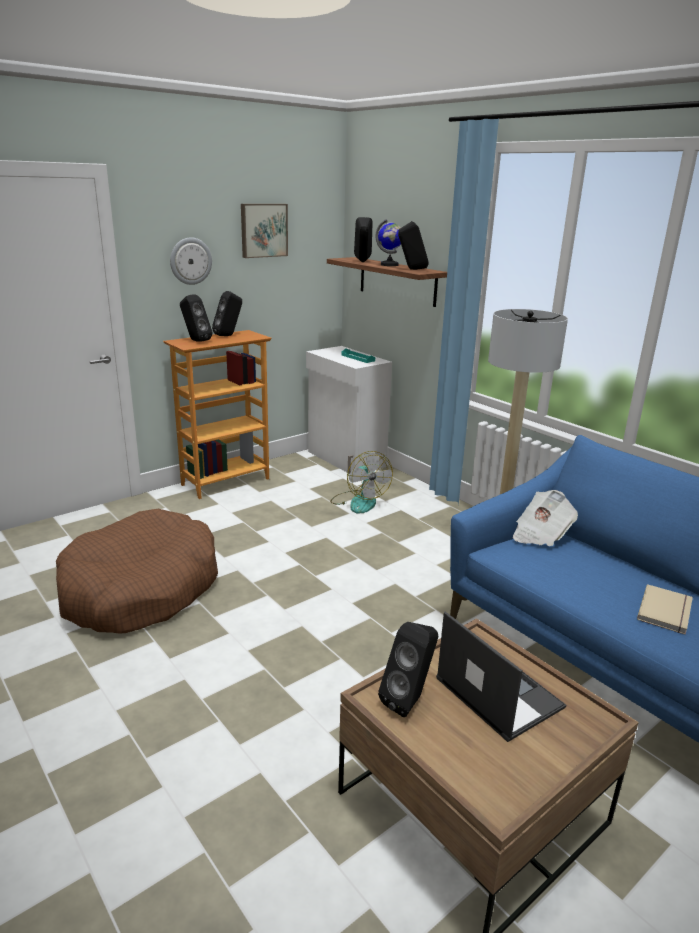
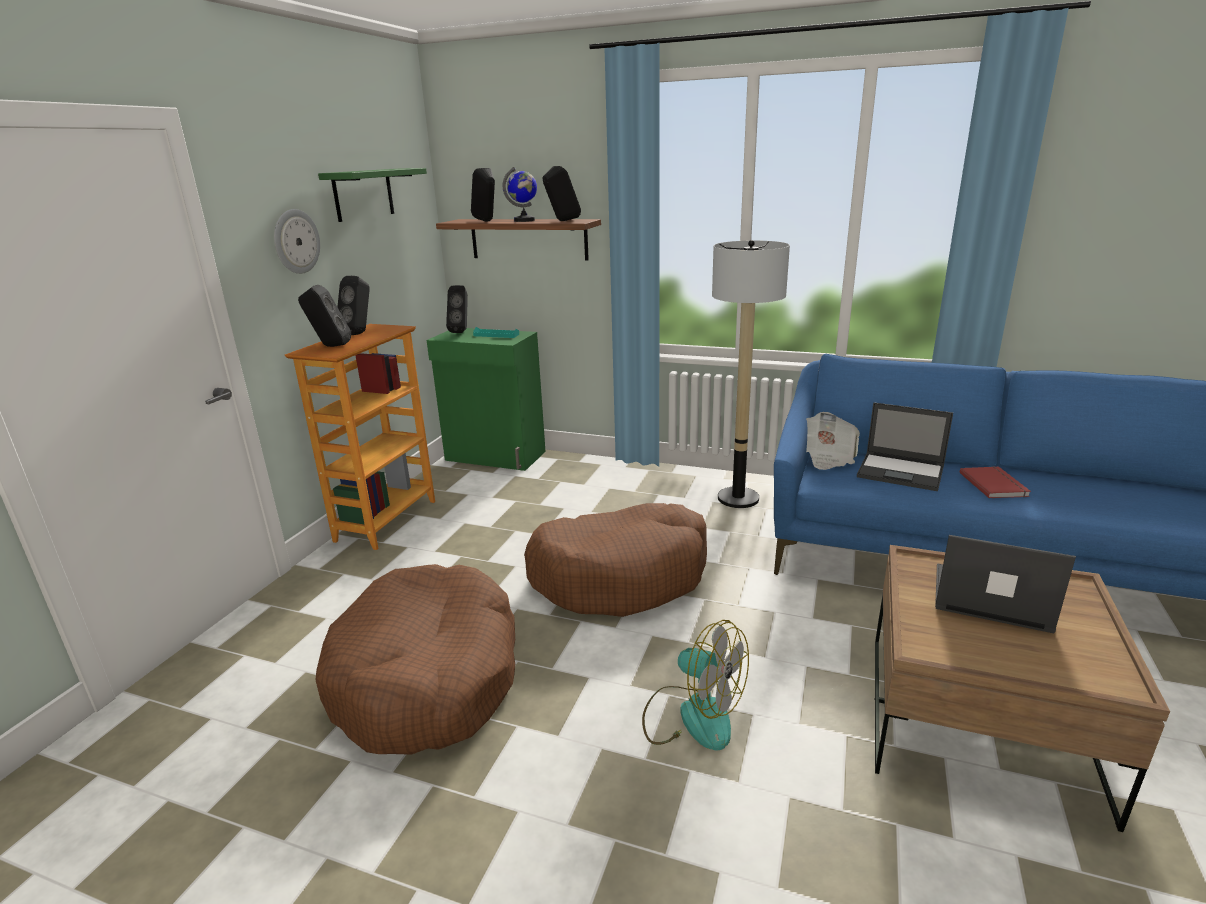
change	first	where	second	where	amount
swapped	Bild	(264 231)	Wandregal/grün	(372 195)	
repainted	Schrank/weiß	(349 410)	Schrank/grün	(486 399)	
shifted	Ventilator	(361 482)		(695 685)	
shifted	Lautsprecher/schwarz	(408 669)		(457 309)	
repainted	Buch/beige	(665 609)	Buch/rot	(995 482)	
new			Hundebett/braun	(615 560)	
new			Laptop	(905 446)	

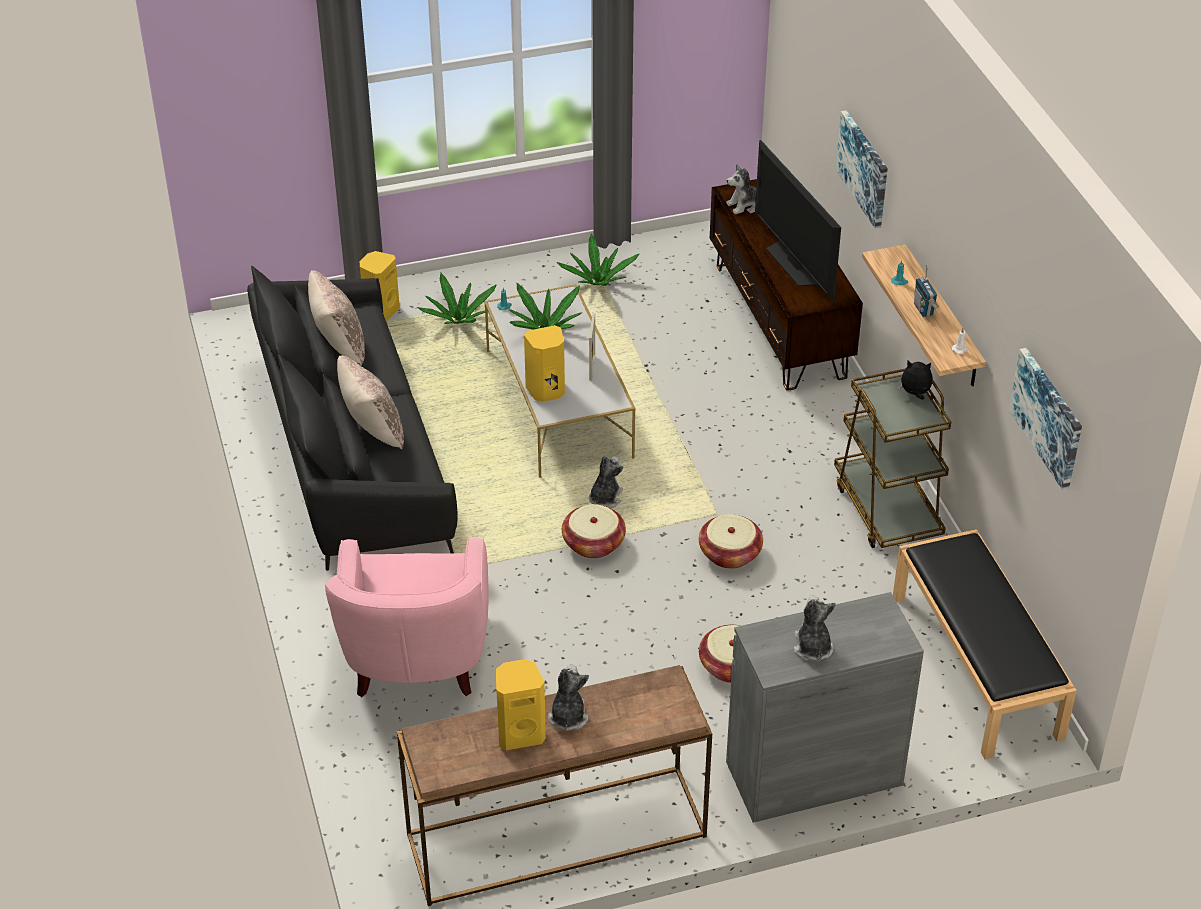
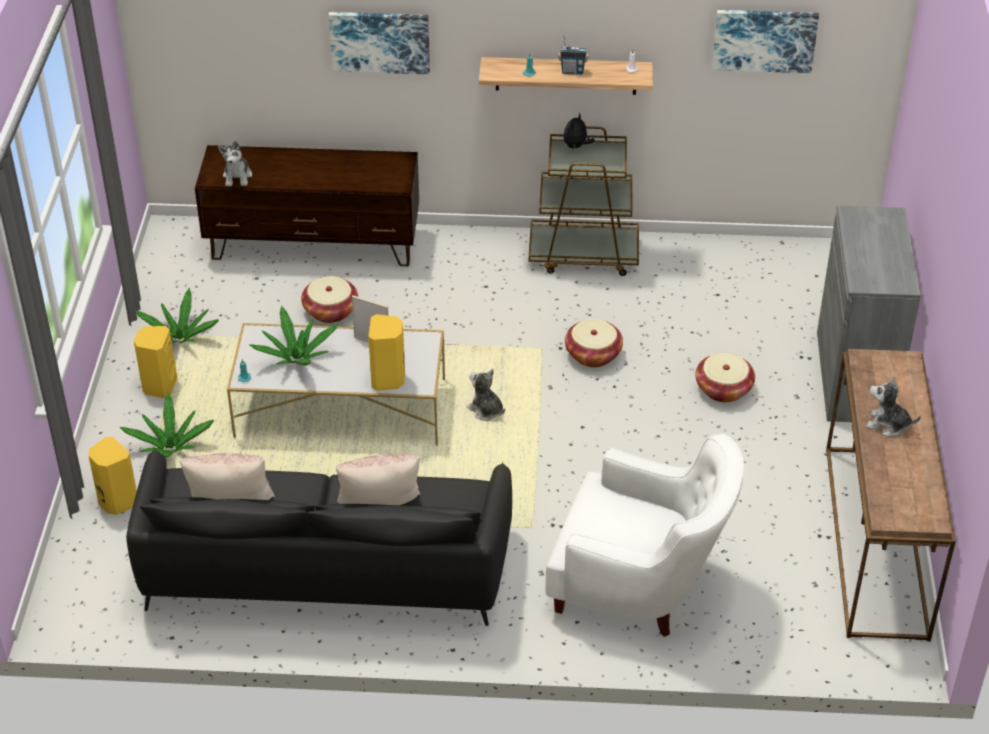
change	first	where	second	where	amount
repainted	Sessel/rosa	(407 617)	Sessel/weiß	(644 535)	
shifted	Lautsprecher/gelb	(520 704)		(155 362)	
shifted	Korb	(594 531)		(329 299)	
gone	Fernseher	(798 220)			
gone	Plüschtier	(814 628)			
gone	Bank/schwarz	(985 644)			

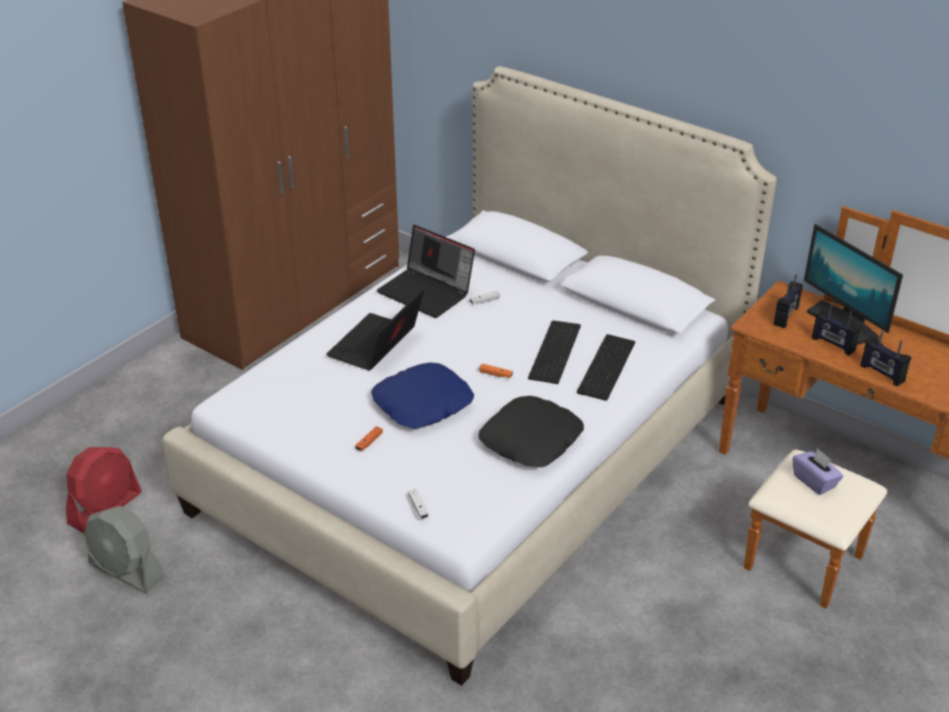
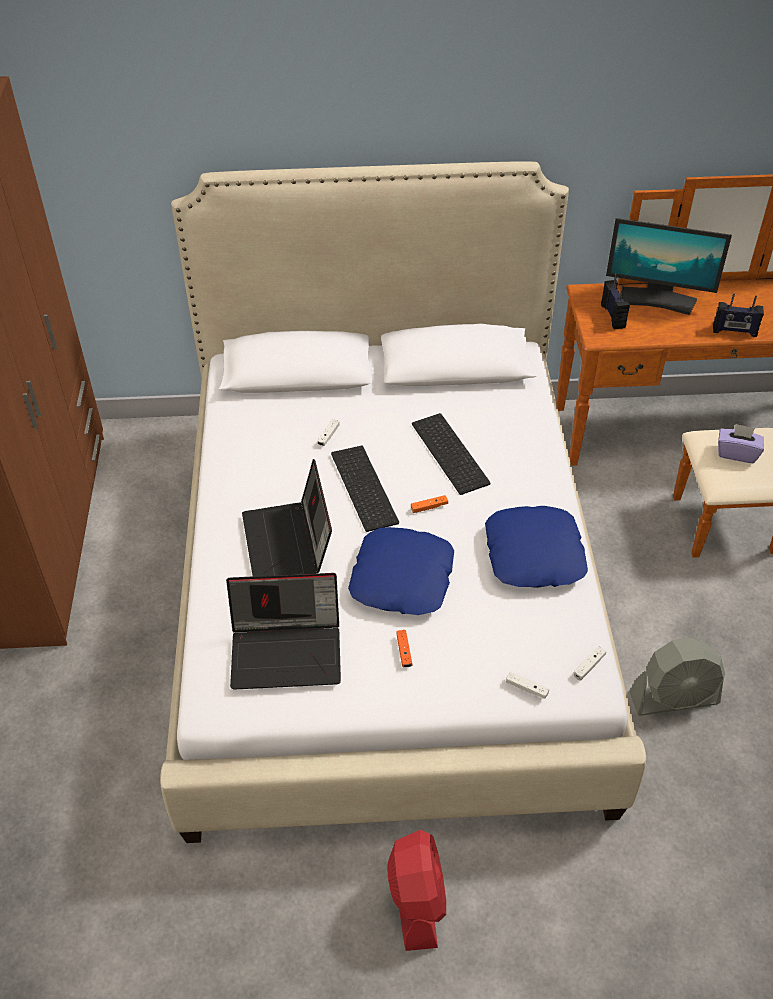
change	first	where	second	where	amount
shifted	Ventilator/rot	(104 490)		(416 890)	
shifted	Ventilator/grau	(124 549)		(677 677)	
shifted	Laptop	(426 271)		(283 631)	
repainted	Kissen/schwarz	(531 431)	Kissen/blau	(536 547)	
shifted	Tastatur	(606 367)		(365 489)	
gone	Radio	(836 329)			
new			Gamepad/weiß	(589 663)	

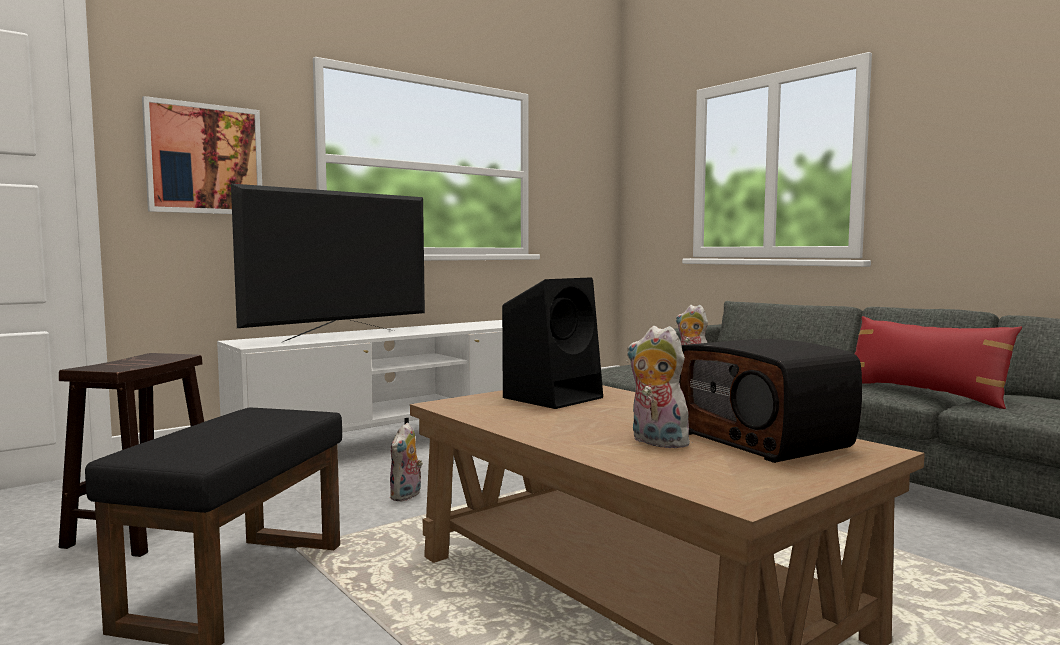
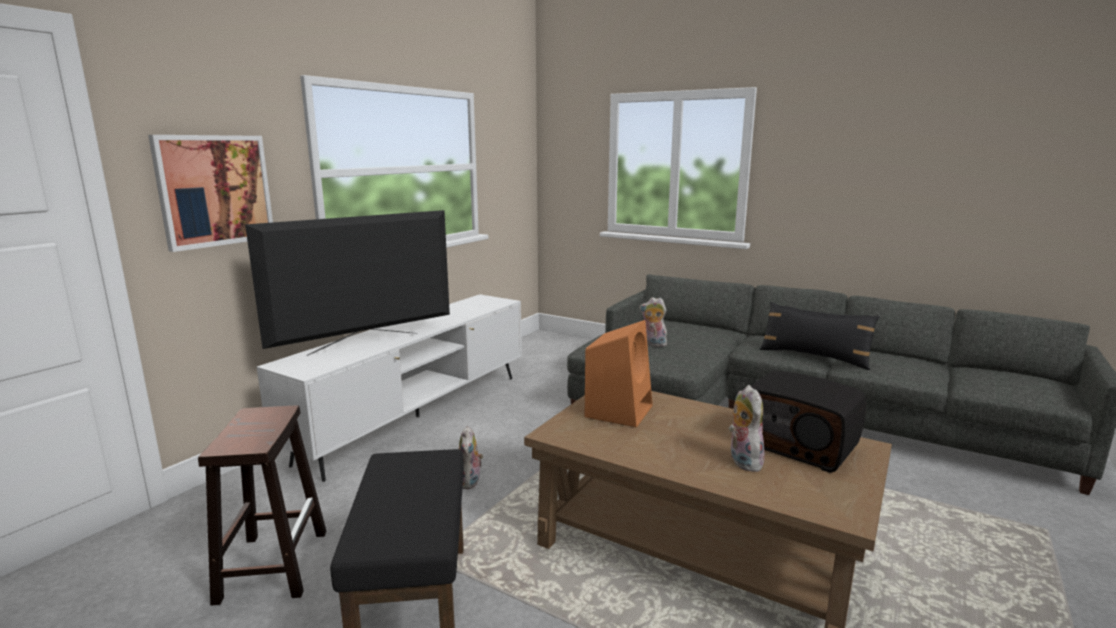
change	first	where	second	where	amount
rotated	Fernseher	(328 263)		(347 283)	150 degrees counterclockwise
repainted	Lautsprecher/schwarz	(552 343)	Lautsprecher/orange	(619 373)	
rotated	Plüschtier	(661 387)		(747 428)	60 degrees clockwise
repainted	Kissen/rot	(938 362)	Kissen/schwarz	(819 336)	

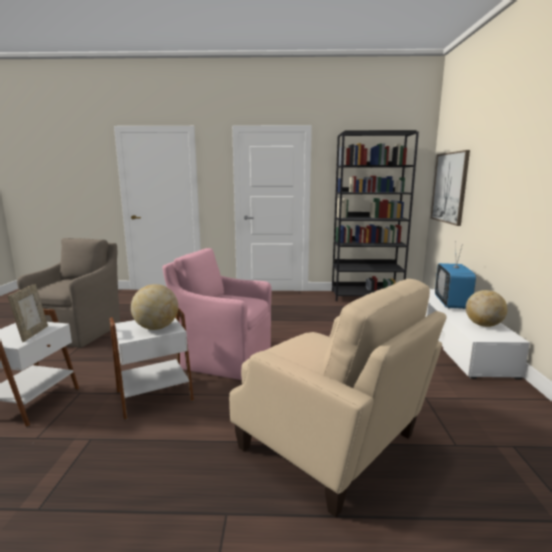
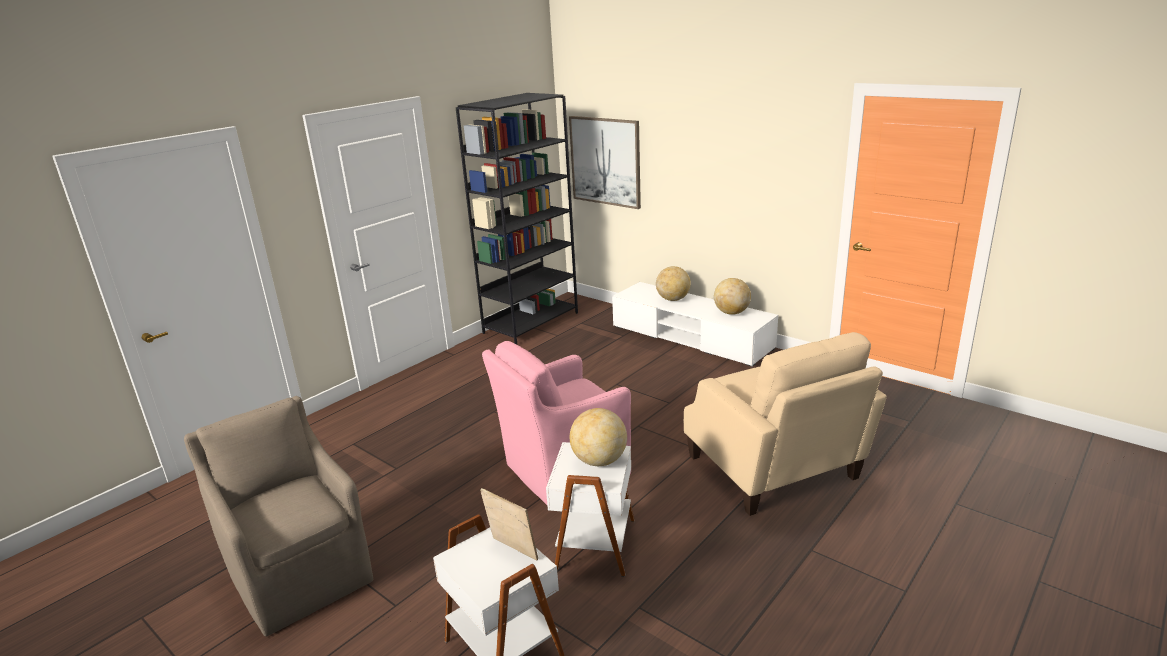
change	first	where	second	where	amount
rotated	Sessel/beige	(338 398)		(785 424)	75 degrees clockwise
swapped	Fernseher	(455 275)	Globus	(673 283)	

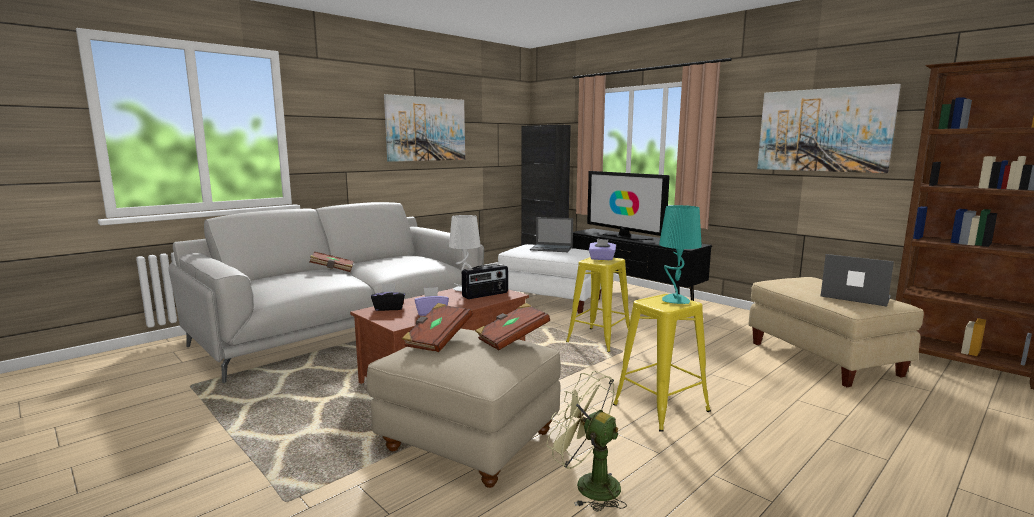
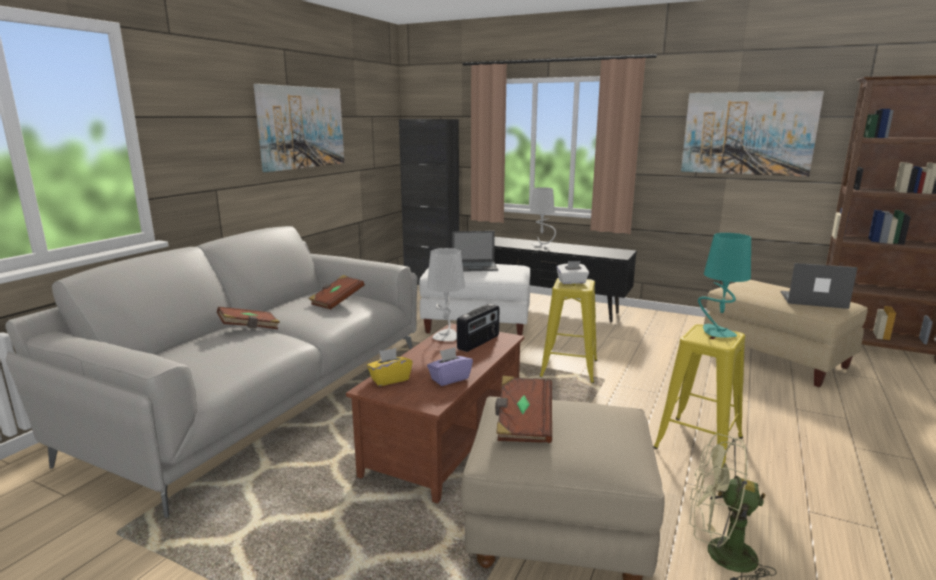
change	first	where	second	where	amount
repainted	Taschentuchbox/schwarz	(388 297)	Taschentuchbox/gelb	(390 367)	
shifted	Buch/braun	(512 327)		(337 292)	
swapped	Fernseher	(628 206)	Tischlampe/grau	(543 217)	
repainted	Taschentuchbox/lila	(602 249)	Taschentuchbox/weiß	(572 272)	

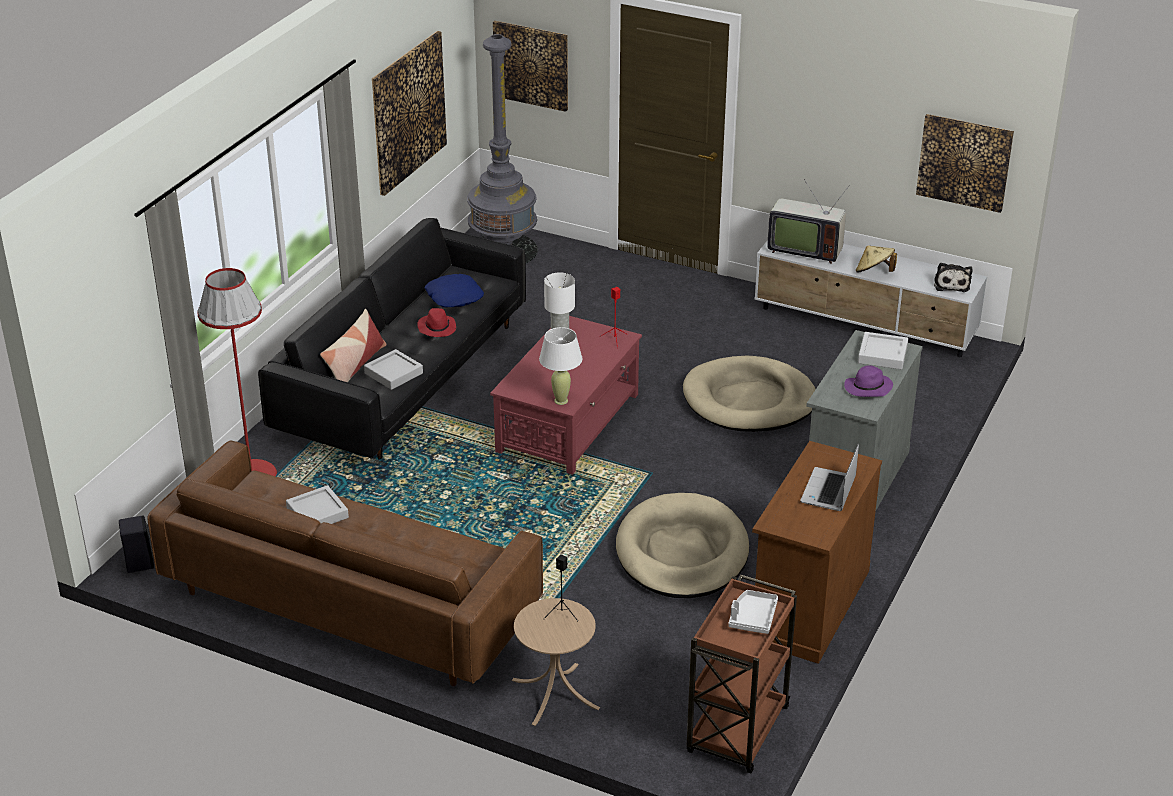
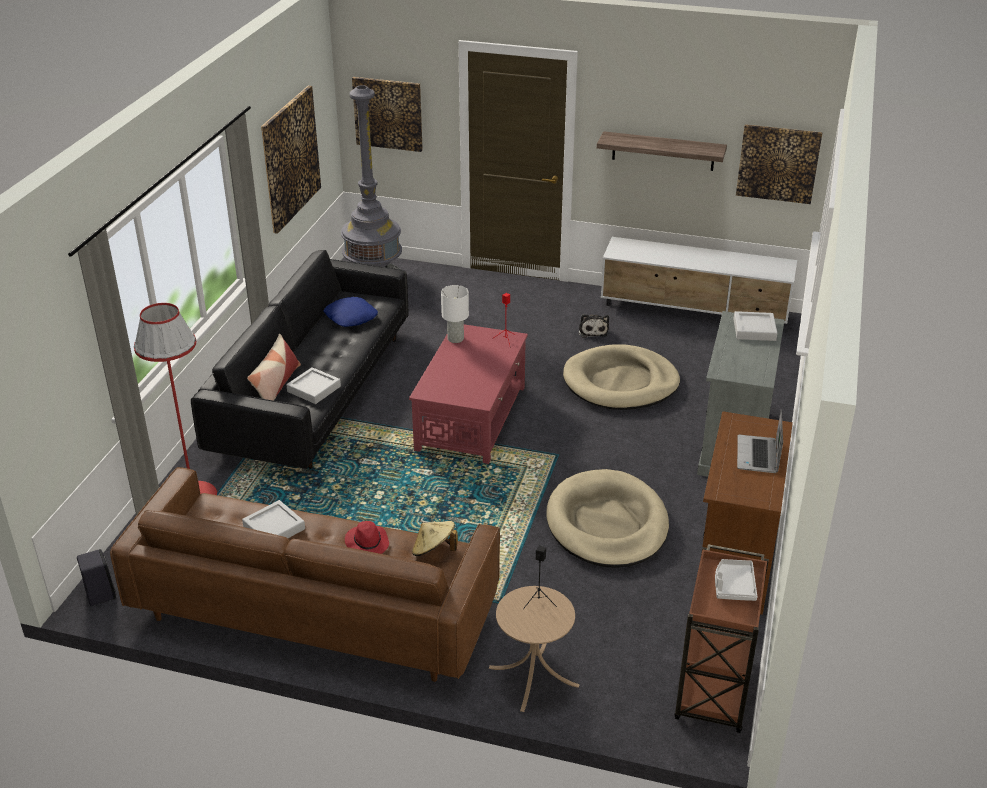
change	first	where	second	where	amount
shifted	Hut/rot	(436 322)		(367 537)	
gone	Tischlampe/weiß	(560 366)			
gone	Fernseher	(808 221)			
gone	Hut/lila	(868 381)			
shifted	Hut/beige	(876 259)		(435 538)	
shifted	Plüschtier	(953 277)		(594 326)	
new			Wandregal	(662 151)	

